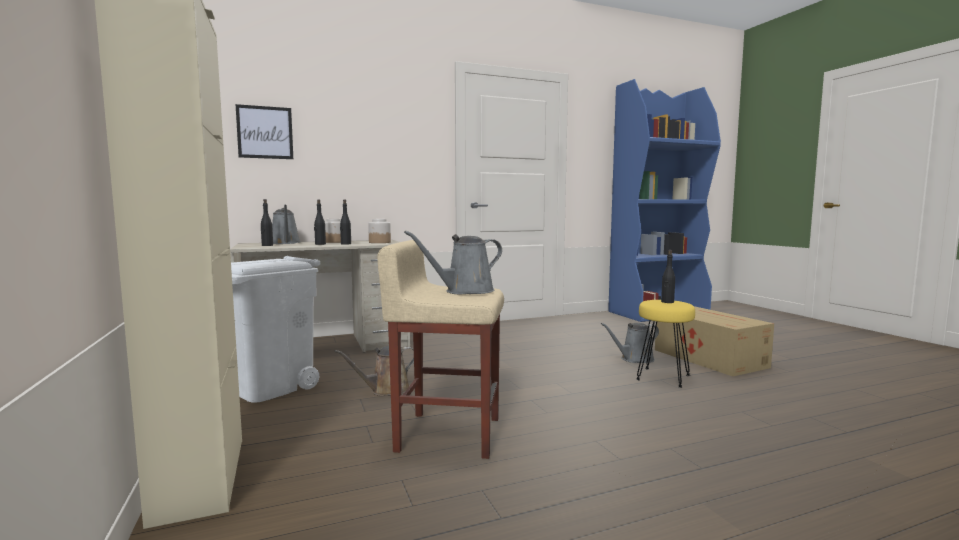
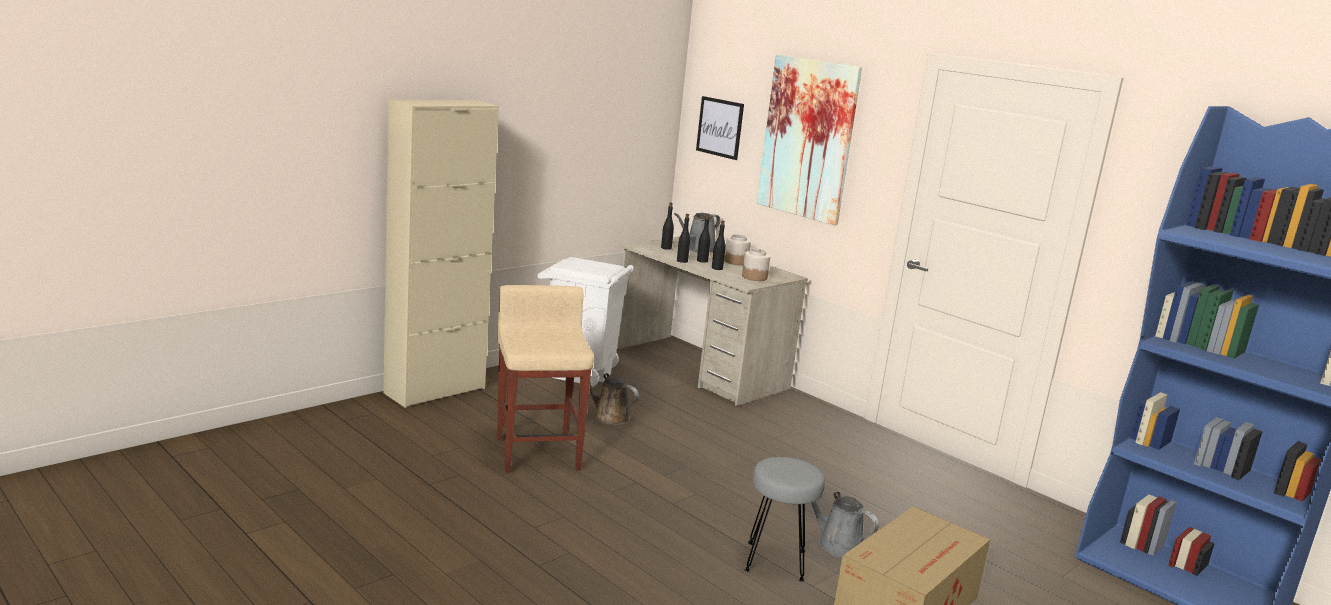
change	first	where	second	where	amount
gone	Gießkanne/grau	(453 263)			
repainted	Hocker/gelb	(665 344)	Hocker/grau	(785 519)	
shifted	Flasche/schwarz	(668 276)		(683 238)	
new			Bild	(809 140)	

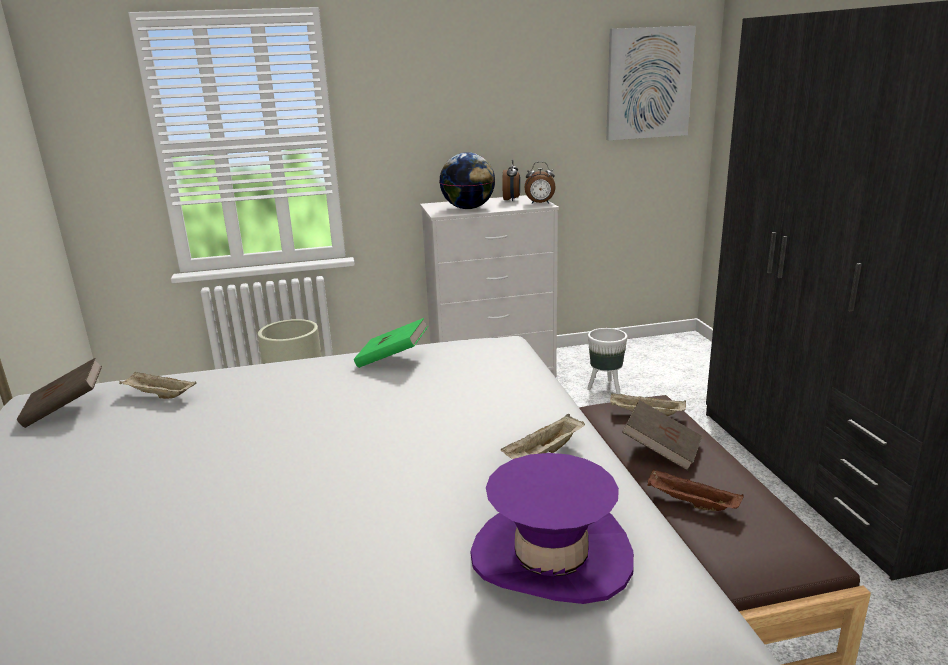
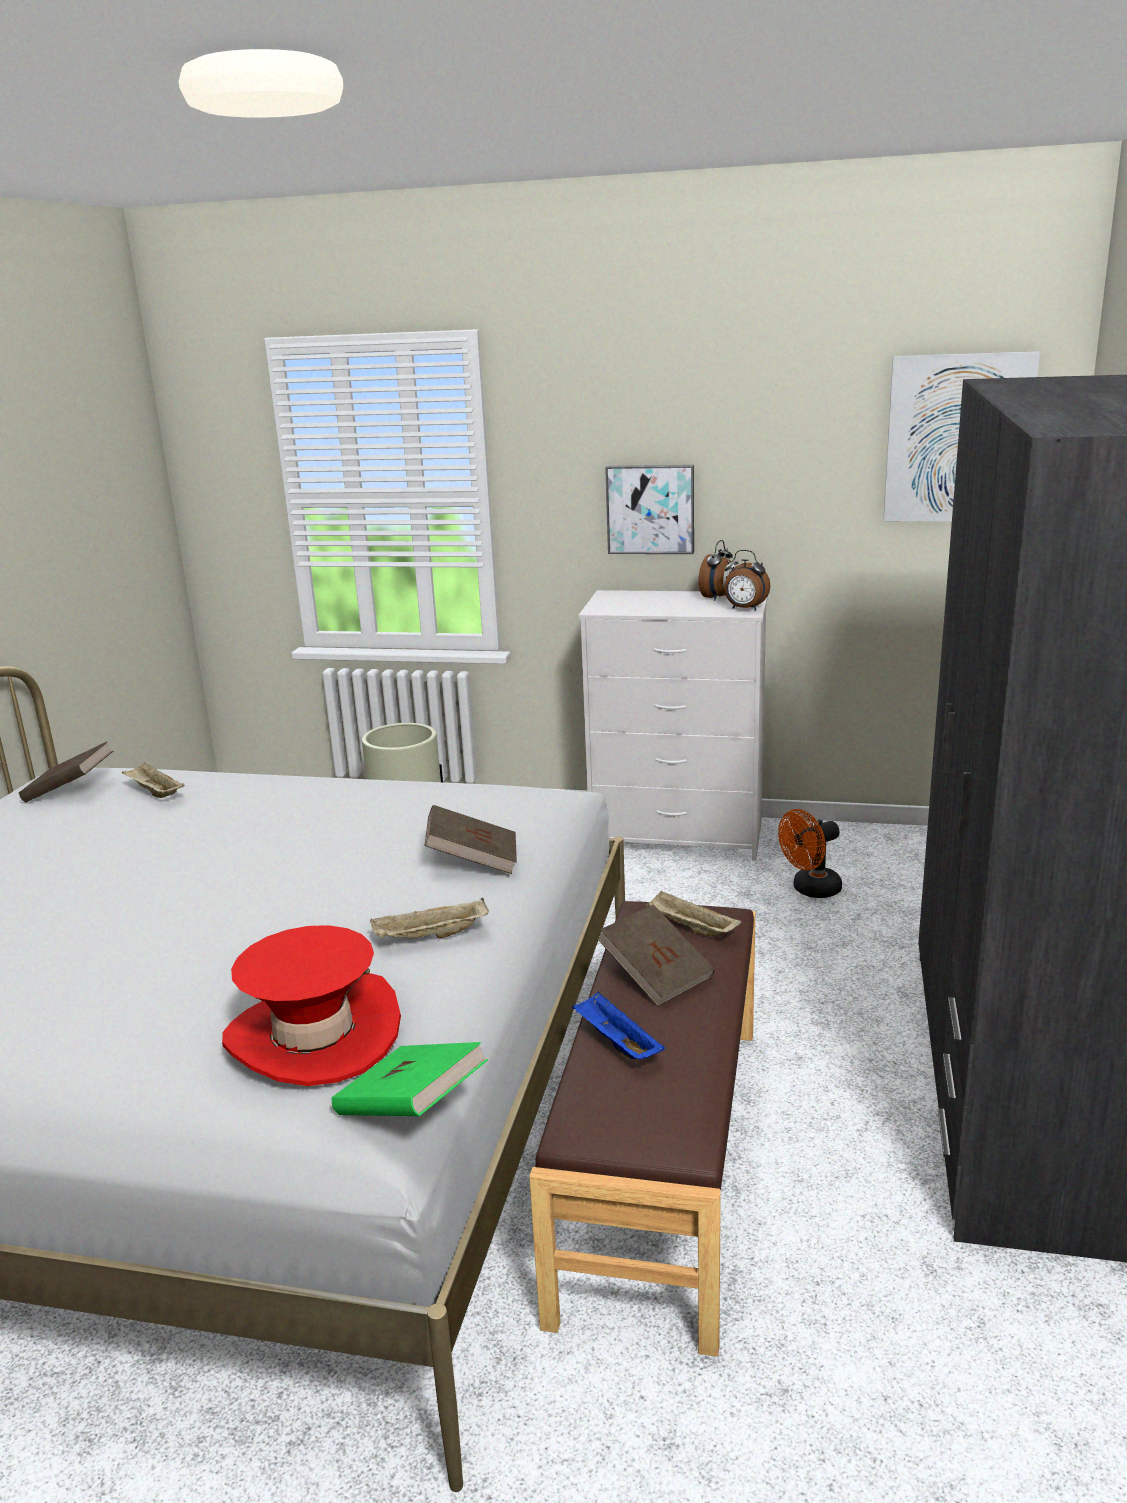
change	first	where	second	where	amount
shifted	Buch/grün	(391 343)		(410 1079)	
gone	Globus	(467 180)			
repainted	Hut/lila	(552 528)	Hut/rot	(311 1005)	
swapped	Pflanzkübel/weiß	(607 361)	Ventilator/orange	(810 853)	
repainted	Tablett/braun	(695 490)	Tablett/blau	(618 1025)	
new			Buch/braun	(471 839)	
new			Bild	(649 509)	

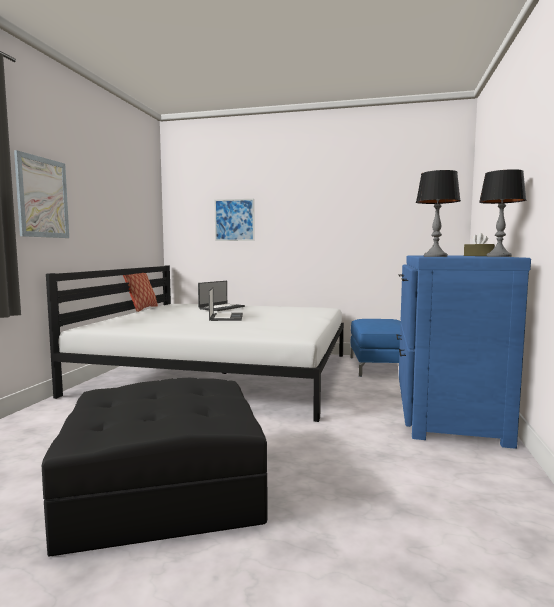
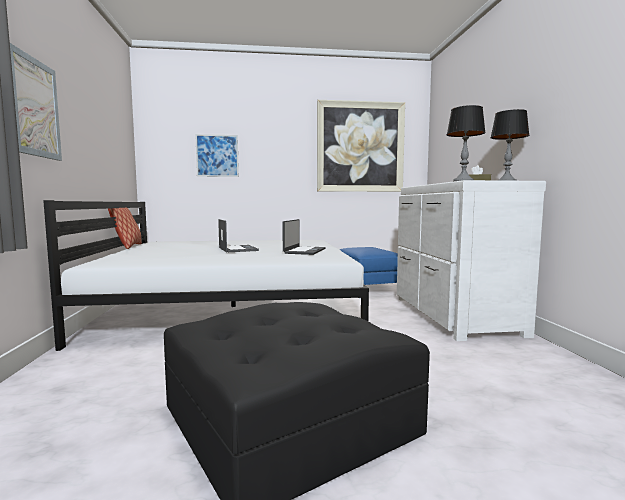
change	first	where	second	where	amount
shifted	Laptop	(221 296)		(304 237)	
repainted	Kommode/blau	(463 352)	Kommode/weiß	(471 260)	
new			Bild	(361 146)	

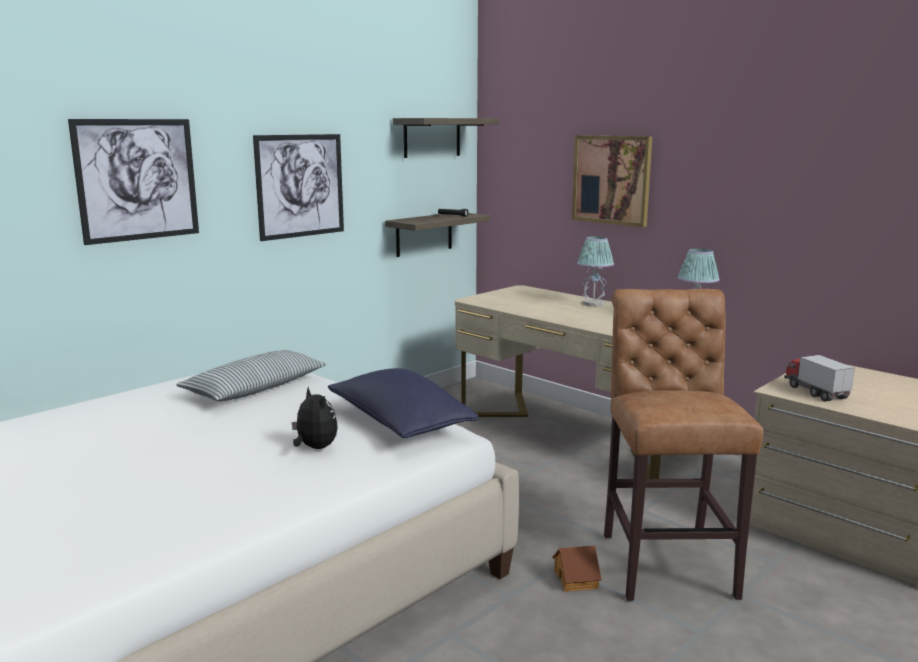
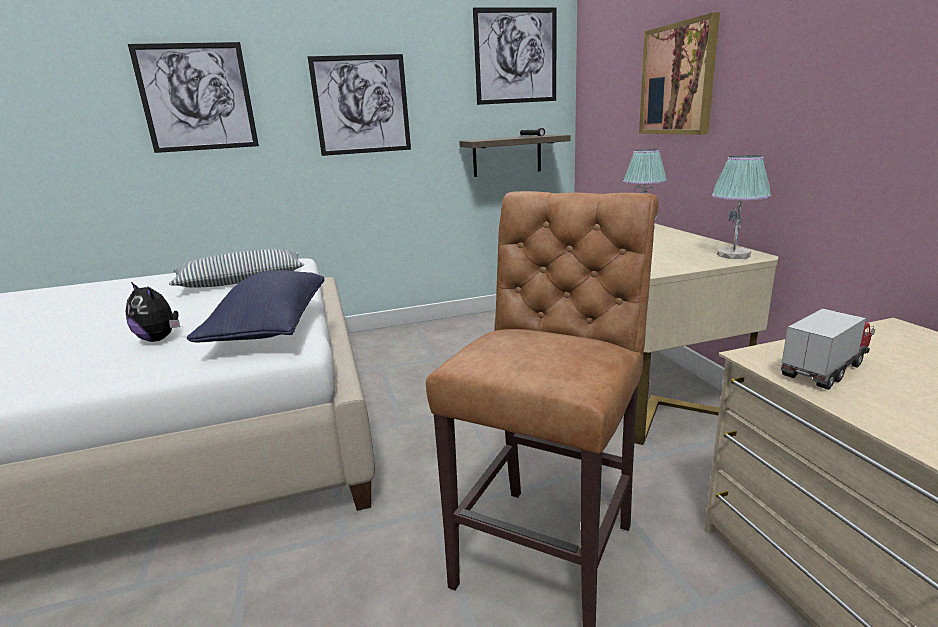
change	first	where	second	where	amount
rotated	Plüschtier	(314 418)		(152 312)	135 degrees clockwise
swapped	Wandregal	(446 138)	Bild	(515 56)	
gone	Spielzeughaus	(576 568)			
rotated	Spielzeuglaster	(819 378)		(828 349)	45 degrees clockwise

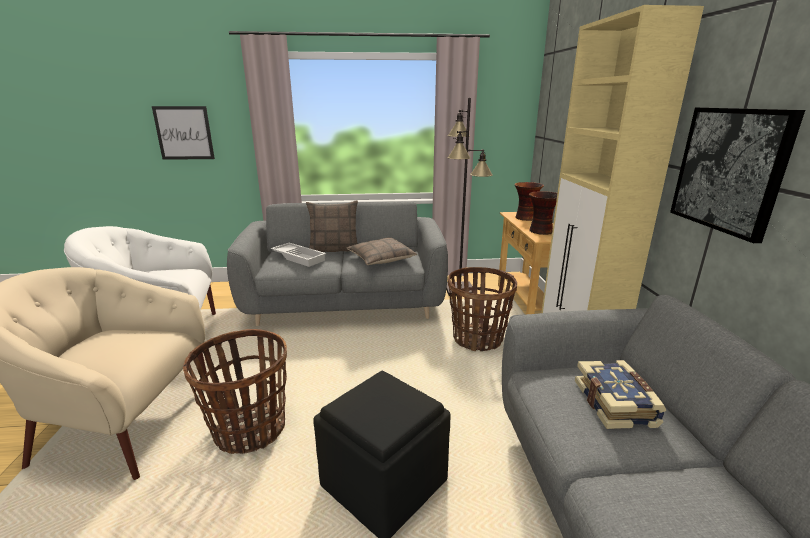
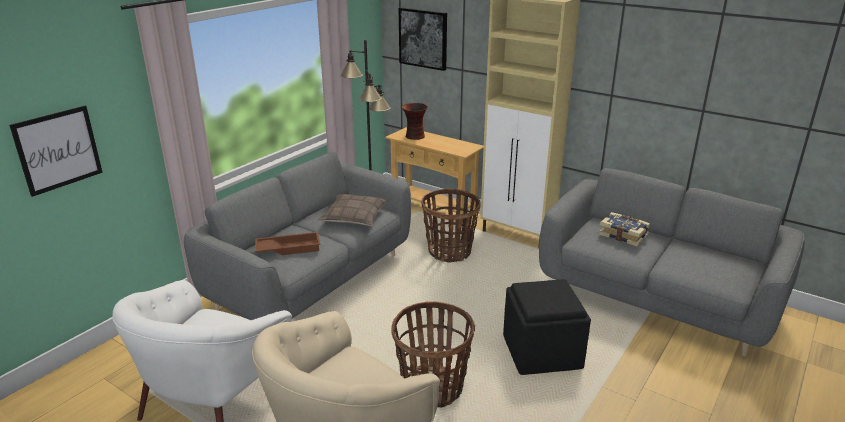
change	first	where	second	where	amount
repainted	Tablett/weiß	(298 255)	Tablett/braun	(287 243)	
gone	Kissen	(332 226)			
gone	Vase	(543 213)			
shifted	Bild	(737 175)		(423 39)	

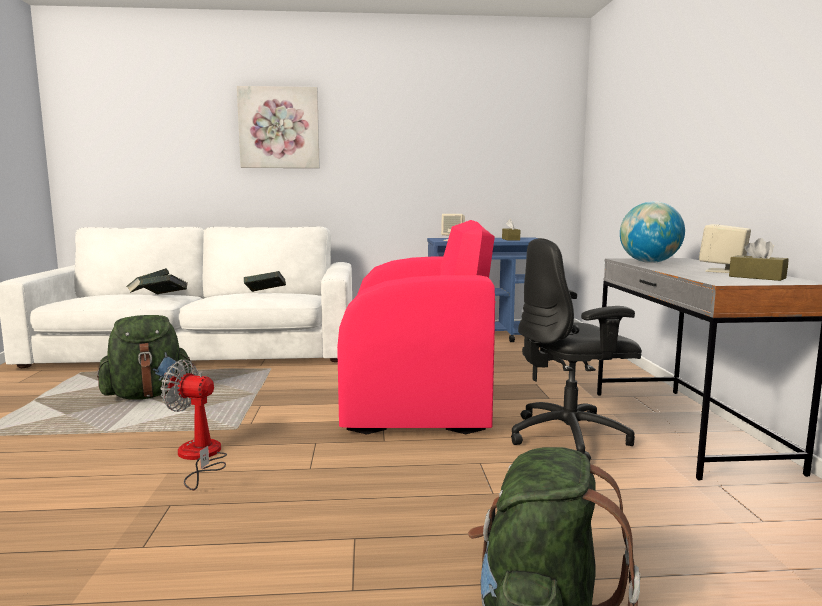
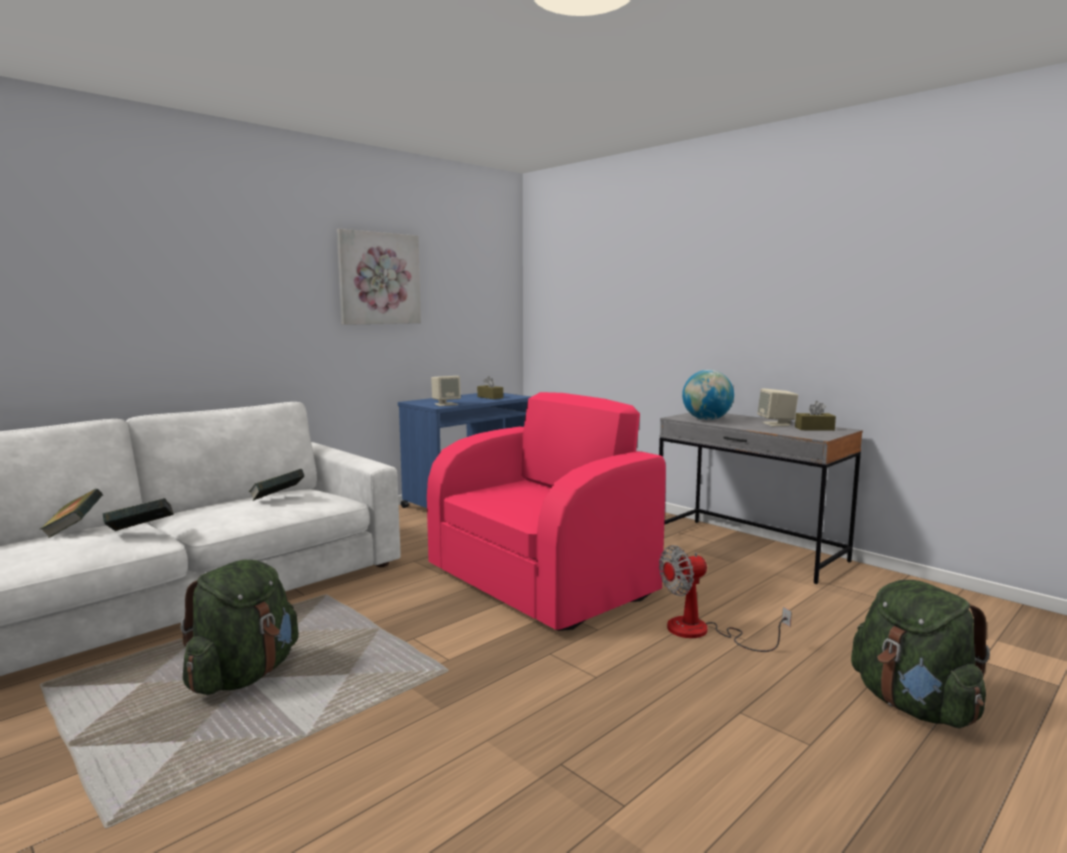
change	first	where	second	where	amount
shifted	Ventilator	(194 425)		(725 598)	
shifted	Bild	(278 127)		(379 277)	
gone	Bürostuhl/schwarz	(576 349)			

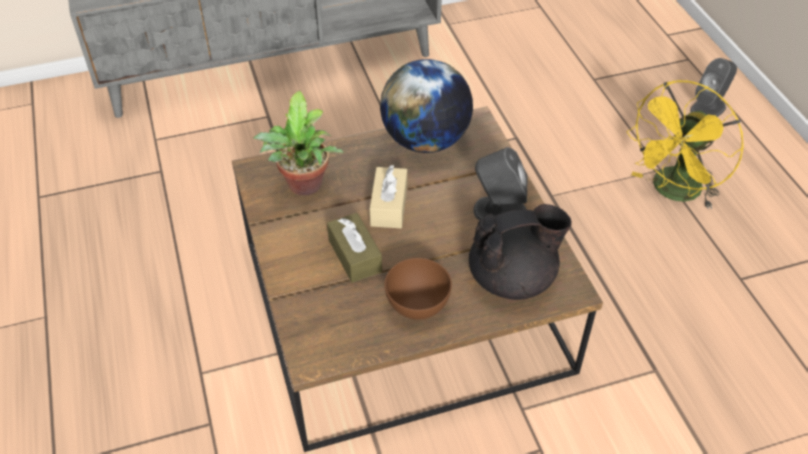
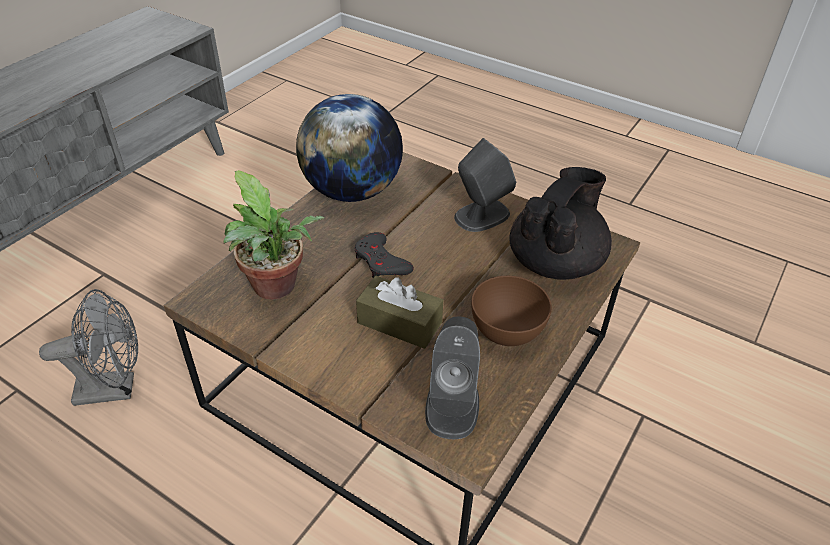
change	first	where	second	where	amount
swapped	Taschentuchbox/beige	(388 196)	Gamepad/grau	(384 255)	
gone	Ventilator/gelb	(685 144)			
shifted	Lautsprecher/grau	(713 87)		(452 378)	
new			Ventilator/grau	(88 347)	

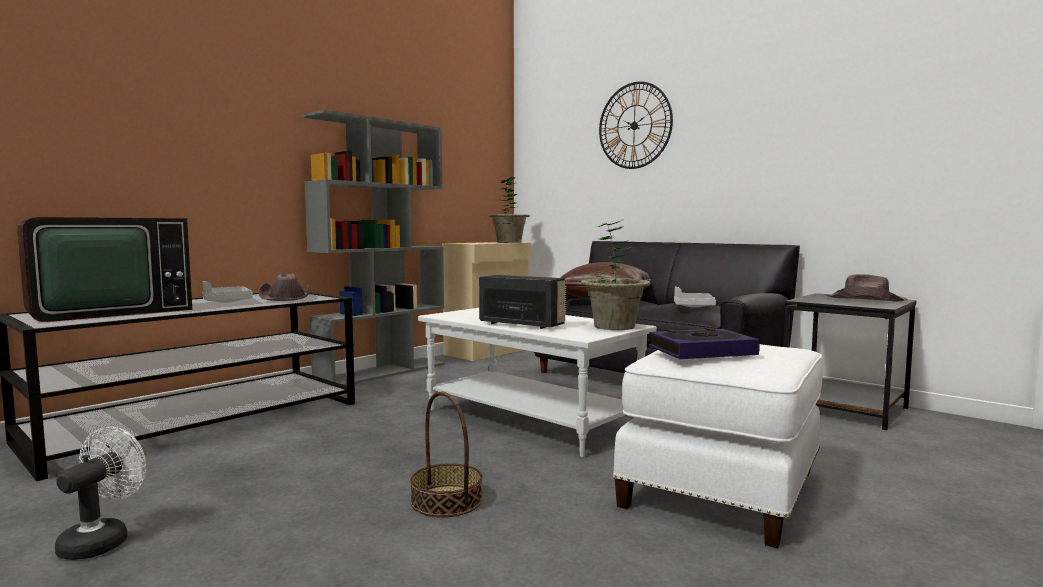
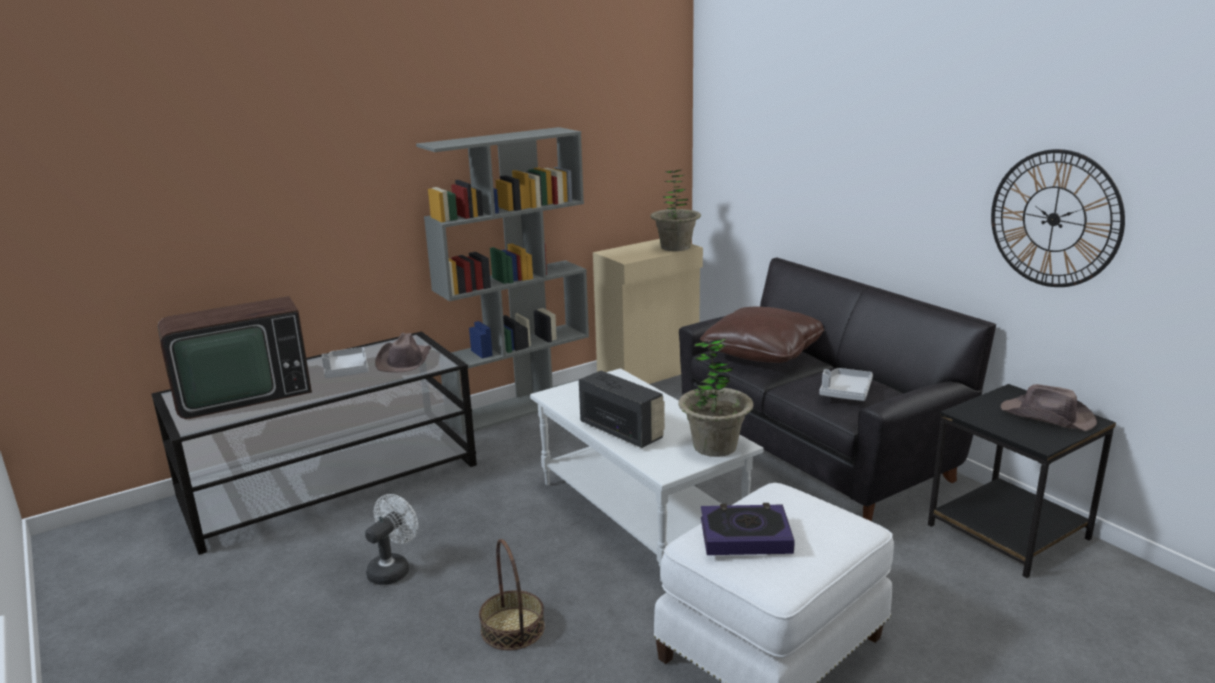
change	first	where	second	where	amount
shifted	Ventilator/weiß	(100 493)		(391 539)	
shifted	Wanduhr	(636 125)		(1058 218)	

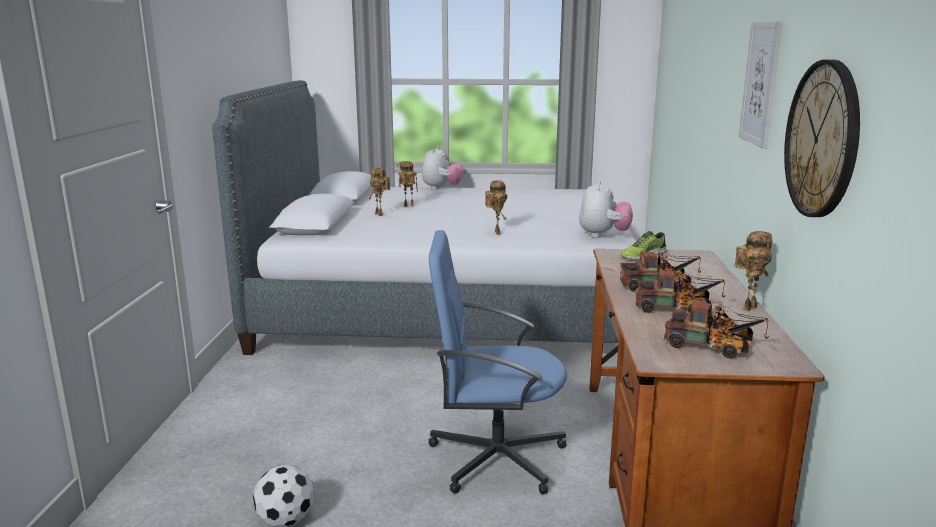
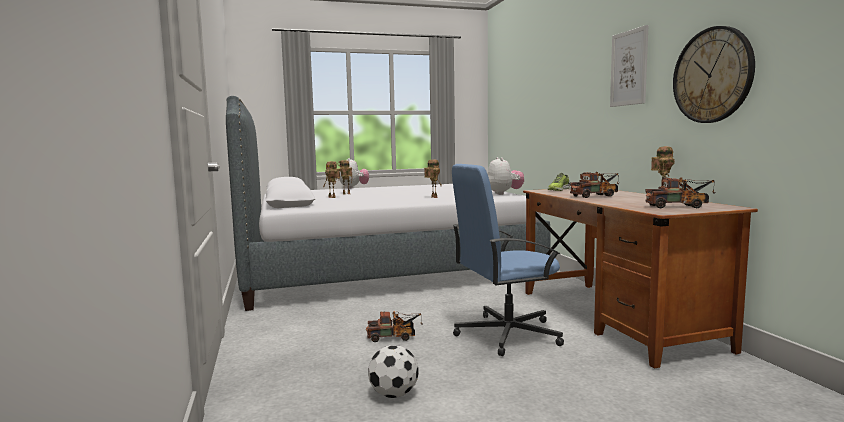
change	first	where	second	where	amount
shifted	Spielzeuglaster	(680 291)		(394 326)	

